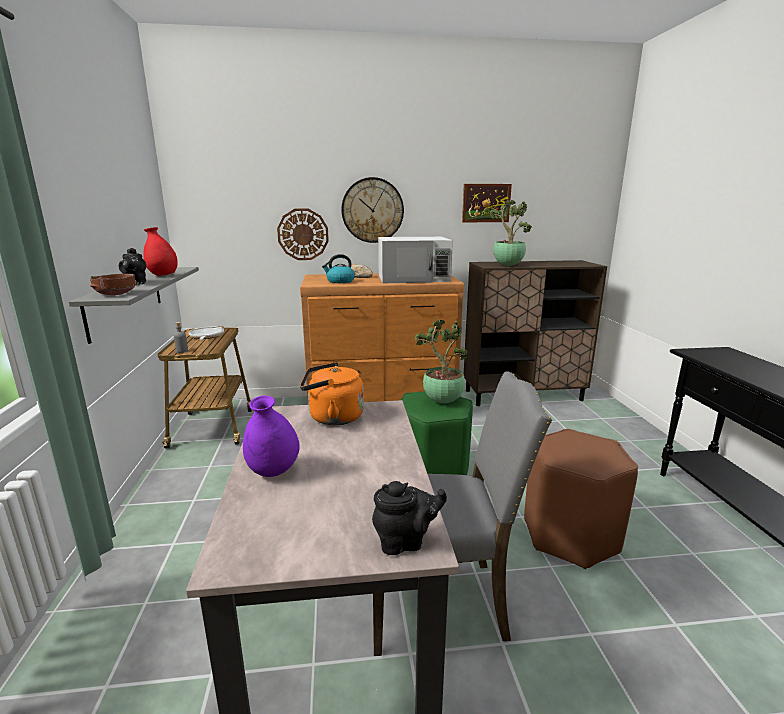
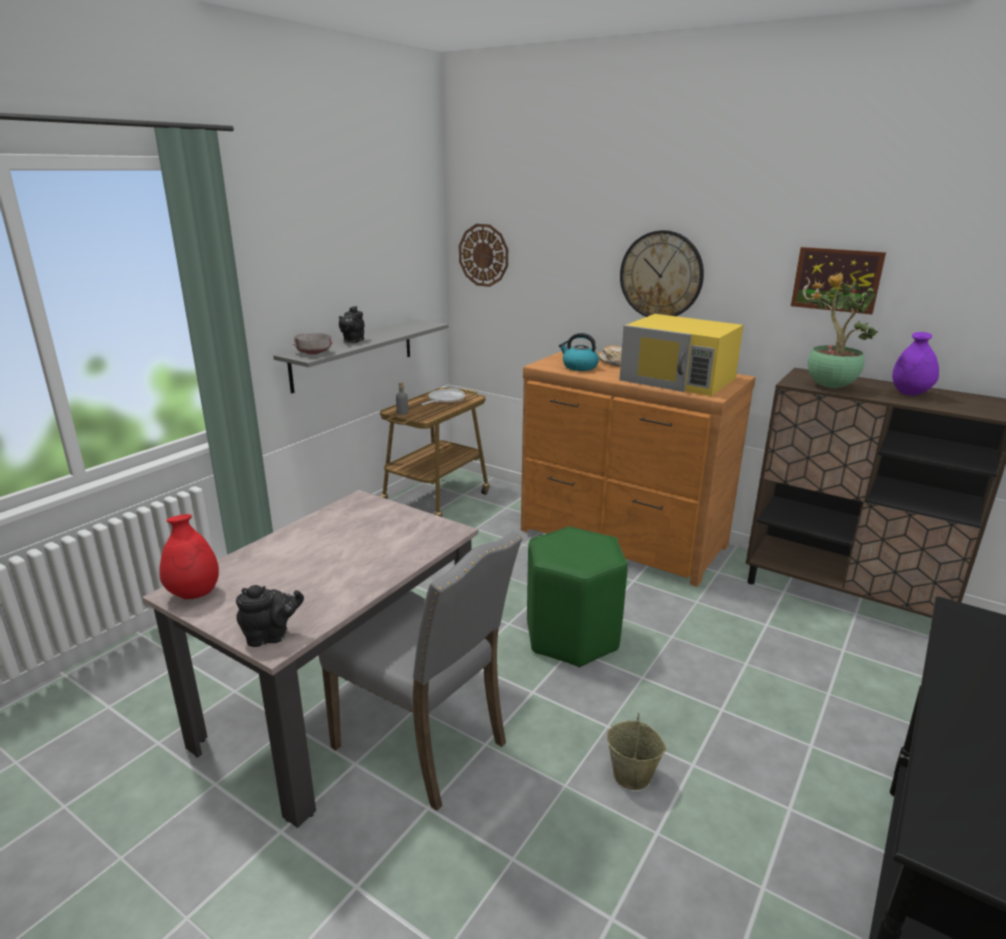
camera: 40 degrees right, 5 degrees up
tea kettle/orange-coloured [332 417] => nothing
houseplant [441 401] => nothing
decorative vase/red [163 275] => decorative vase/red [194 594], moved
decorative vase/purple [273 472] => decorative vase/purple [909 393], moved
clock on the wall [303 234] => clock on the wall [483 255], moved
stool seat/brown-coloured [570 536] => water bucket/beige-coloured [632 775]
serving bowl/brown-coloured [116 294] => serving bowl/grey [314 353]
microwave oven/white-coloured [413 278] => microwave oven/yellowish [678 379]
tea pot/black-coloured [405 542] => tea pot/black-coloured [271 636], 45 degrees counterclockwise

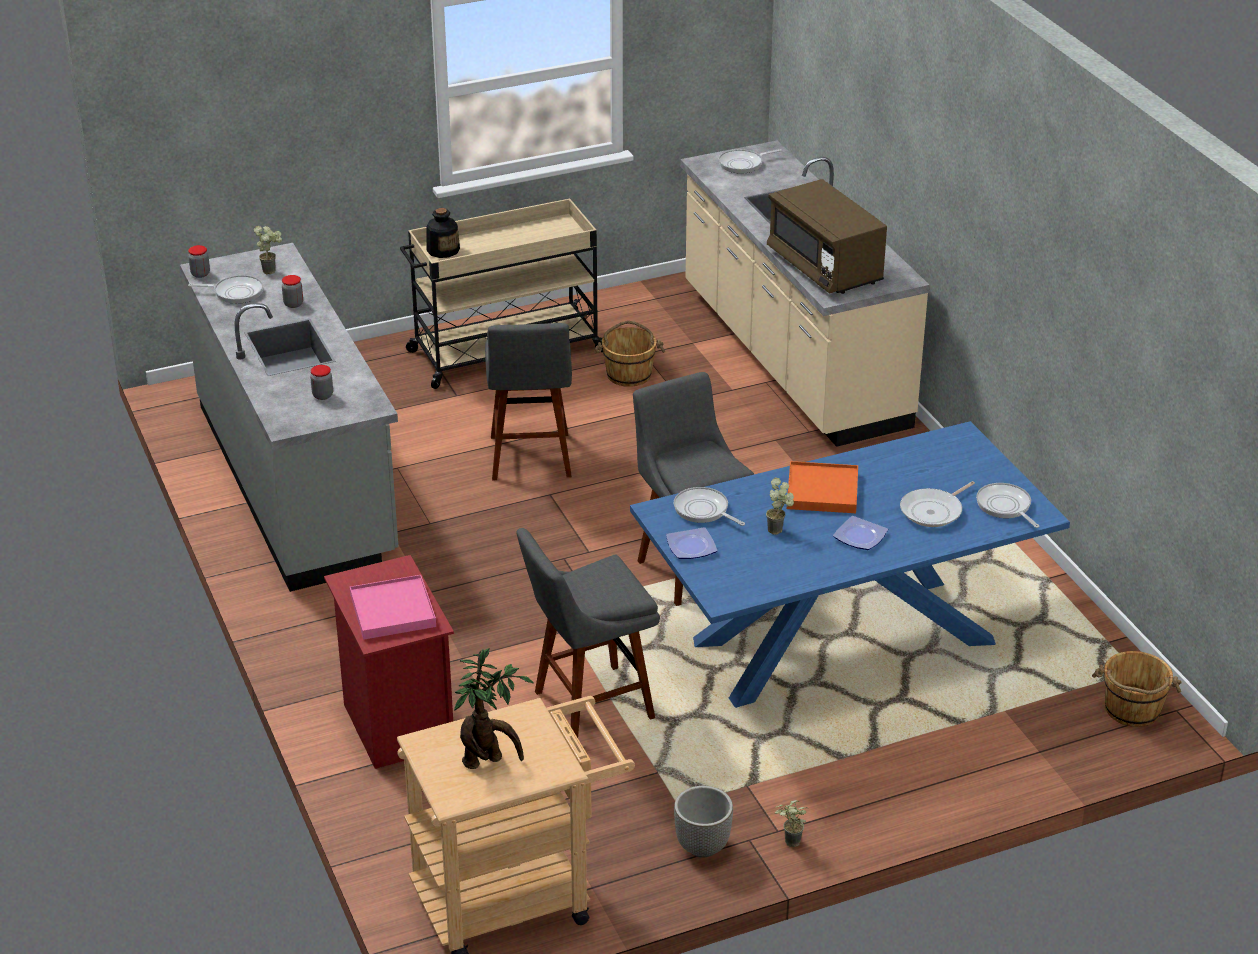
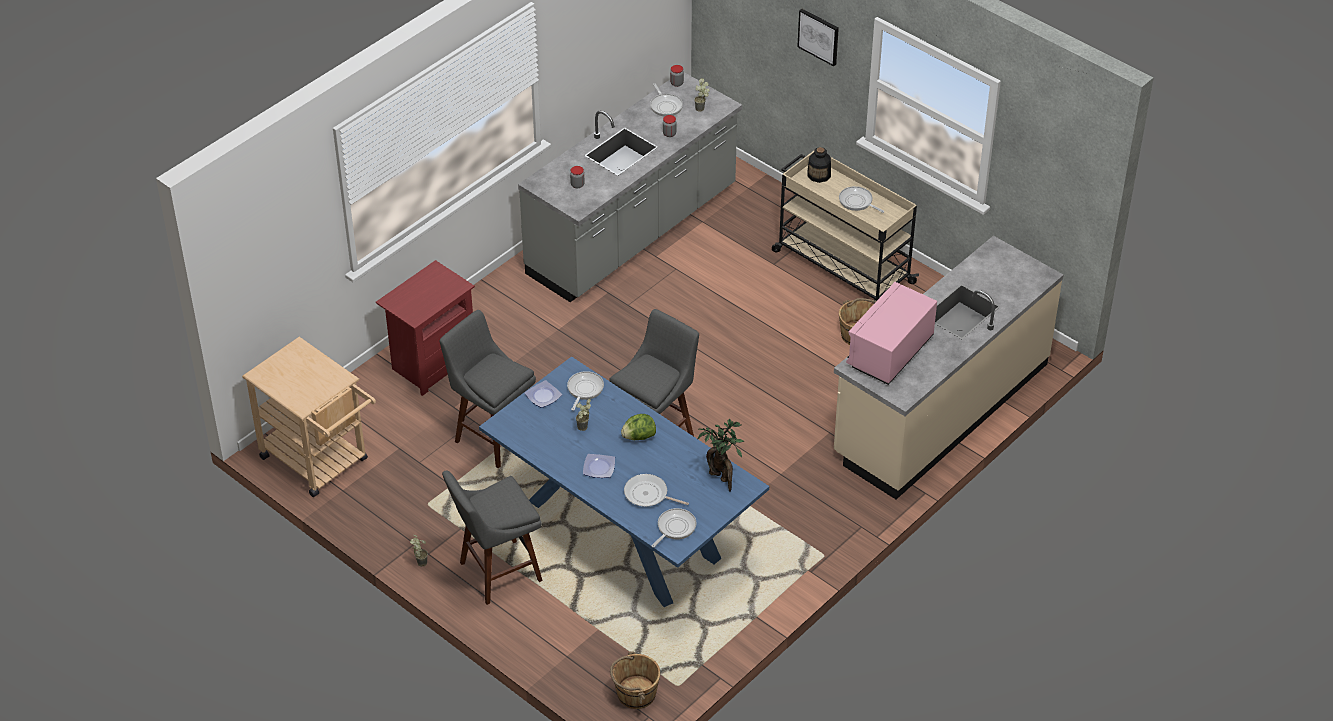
camera: 65 degrees right, 10 degrees up
serving tray/pinkish [392 611] => nothing
plant pot [703 847] => nothing
nothing => wall art [819 36]
houseplant [488 760] => houseplant [721 478], moved
stool seat/grey [530 460] => stool seat/grey [496 573], moved
pan [743 164] => pan [857 202], moved
serving tray/orange-coloured [822 491] => head of lettuce [639 437]
microwave oven/brown-coloured [824 267] => microwave oven/pinkish [890 352]

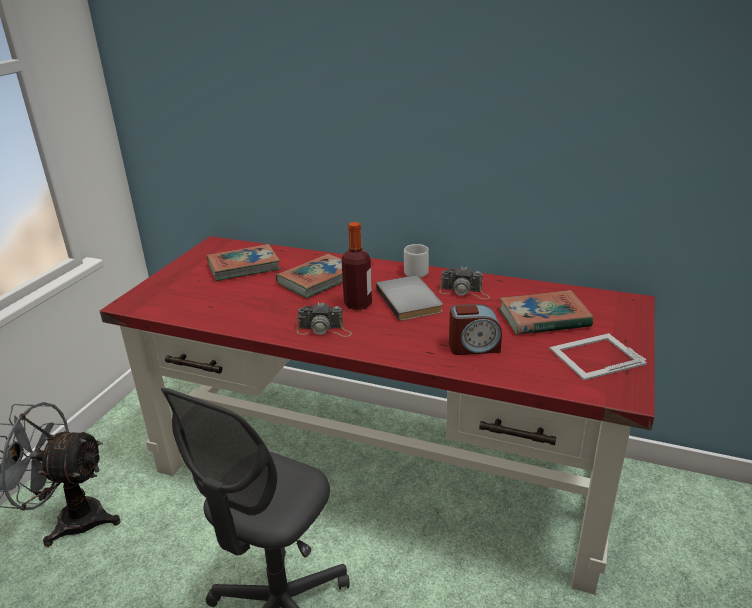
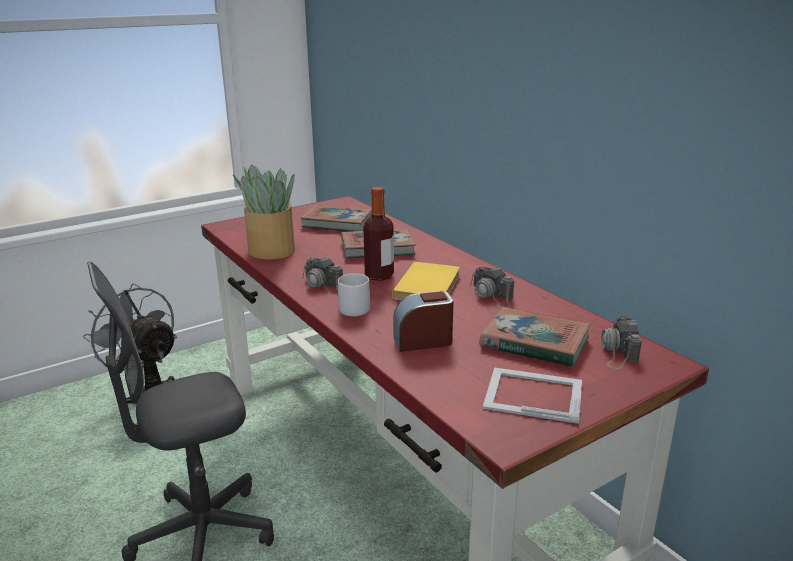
camera: 35 degrees right, 5 degrees down
nothing => houseplant [271 250]
nothing => still camera [617 351]
mug/grey [414 271] => mug/grey [354 308], moved
book/grey [411 300] => book/yellowish [430 286]
table clock [473 347] => table clock [423 341], 135 degrees clockwise

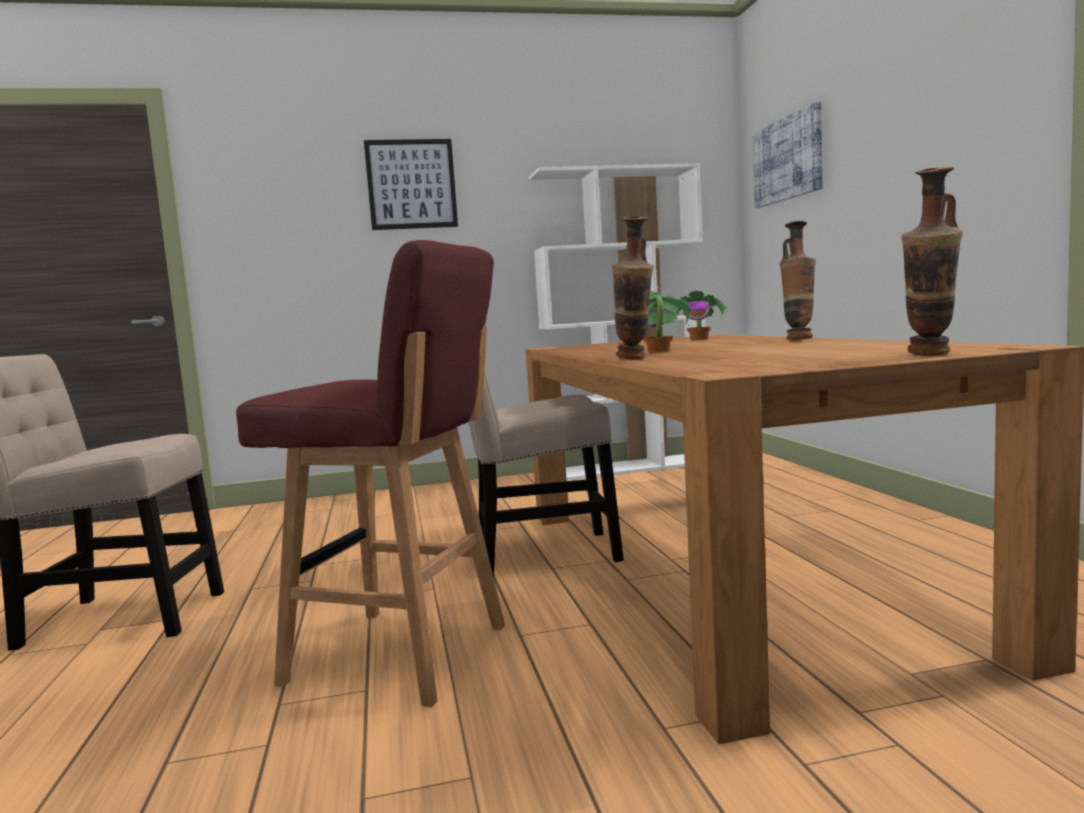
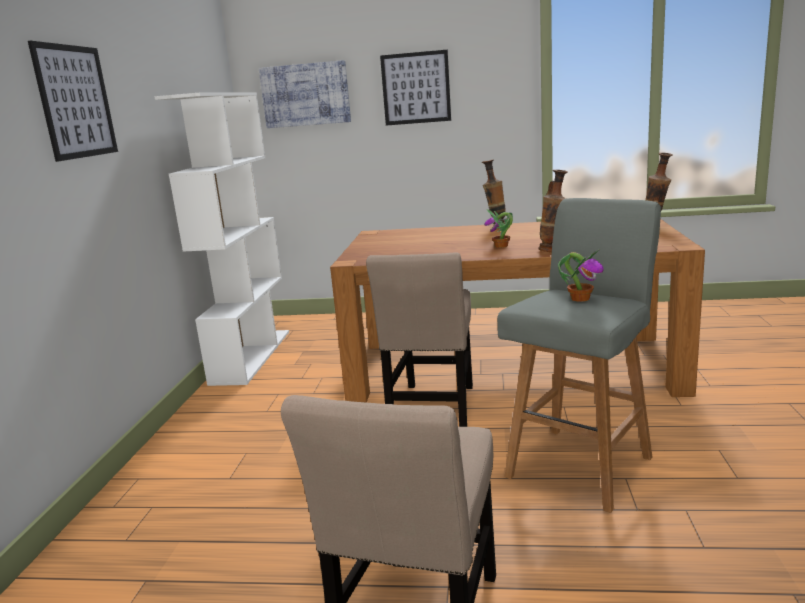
camera: 70 degrees left, 10 degrees up
nothing => wall art [416 88]
houseplant [700 339] => houseplant [580 298], moved
stool seat/red [402 655] => stool seat/grey [581 465]

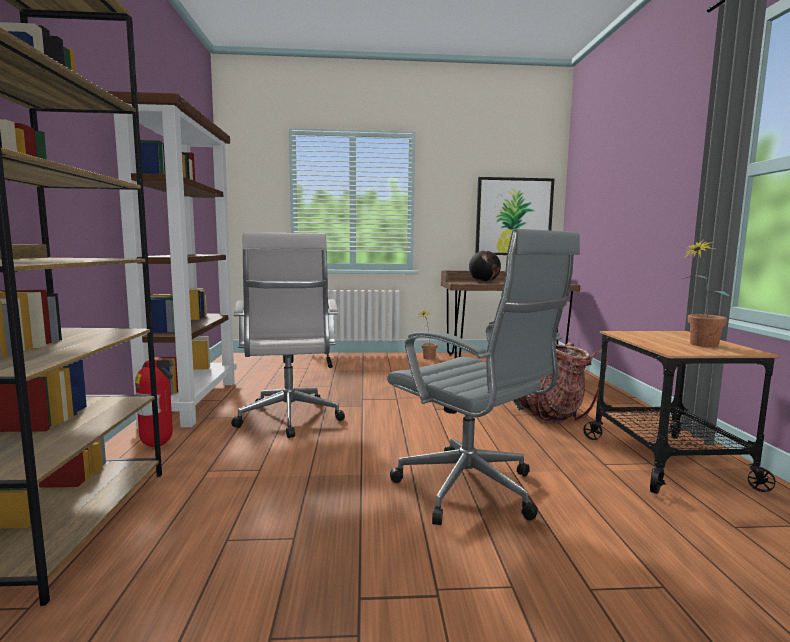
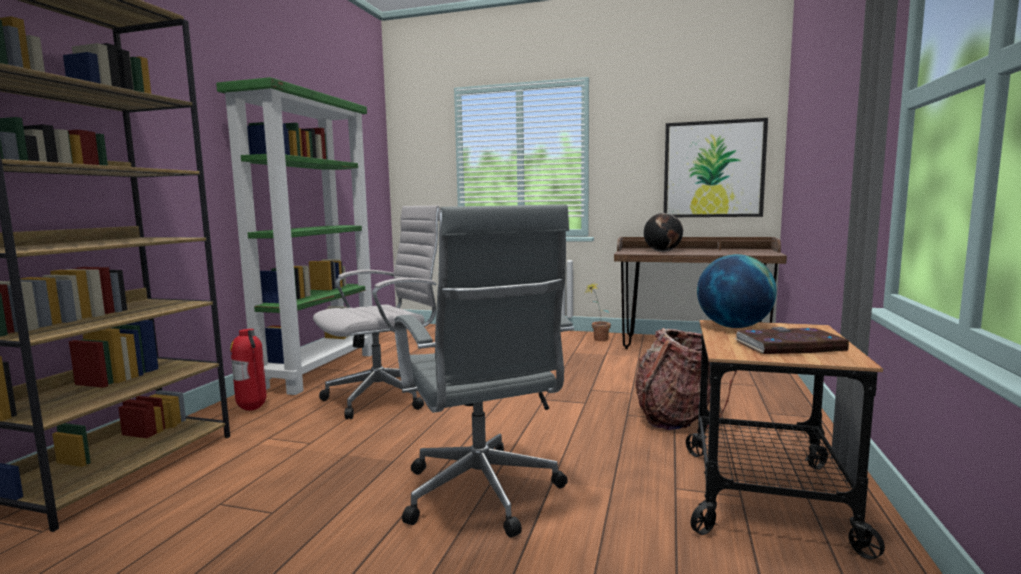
camera: 20 degrees right, 0 degrees up
nothing => desk globe [733 327]
houseplant [698 345] => book [789 346]
shelving unit/brown-coloured [191 401] => shelving unit/green-coloured [320 370]
desk chair/white-coloured [289 420] => desk chair/white-coloured [385 397], 135 degrees counterclockwise

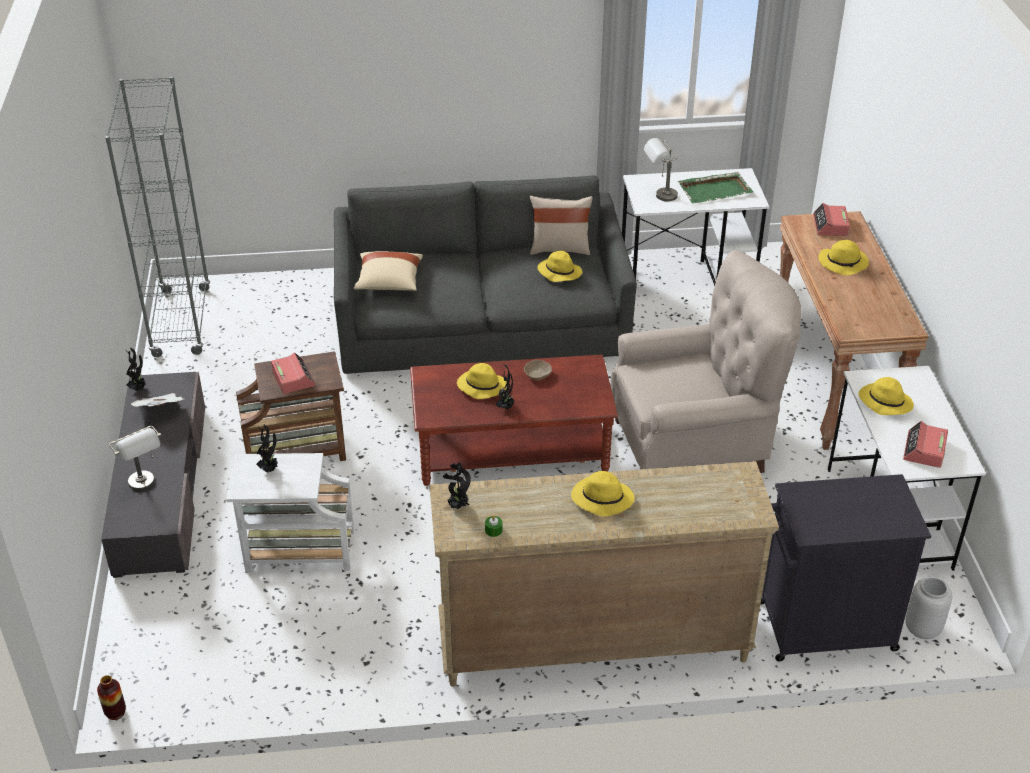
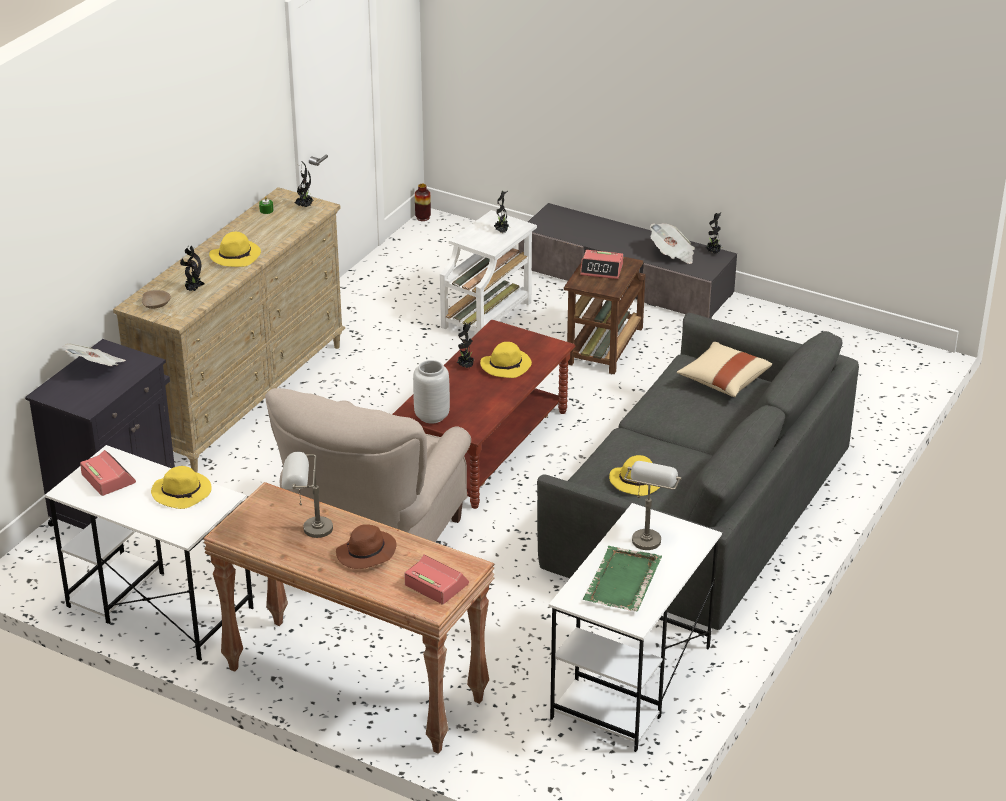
camera: 125 degrees right, 5 degrees down
shelving unit/grey [181 322] => nothing
pillow/beige-coloured [560 248] => nothing
nothing => printed paper [96 368]
nothing => houseplant [193 290]
table lamp/grey [146 486] => table lamp/grey [307 529], moved
serving bowl/beige-coloured [538 374] => serving bowl/beige-coloured [156 304], moved
decorative vase/grey [922 629] => decorative vase/grey [431 416], moved
wearable hat/yellowish [843 263] => wearable hat/brown-coloured [366 554]

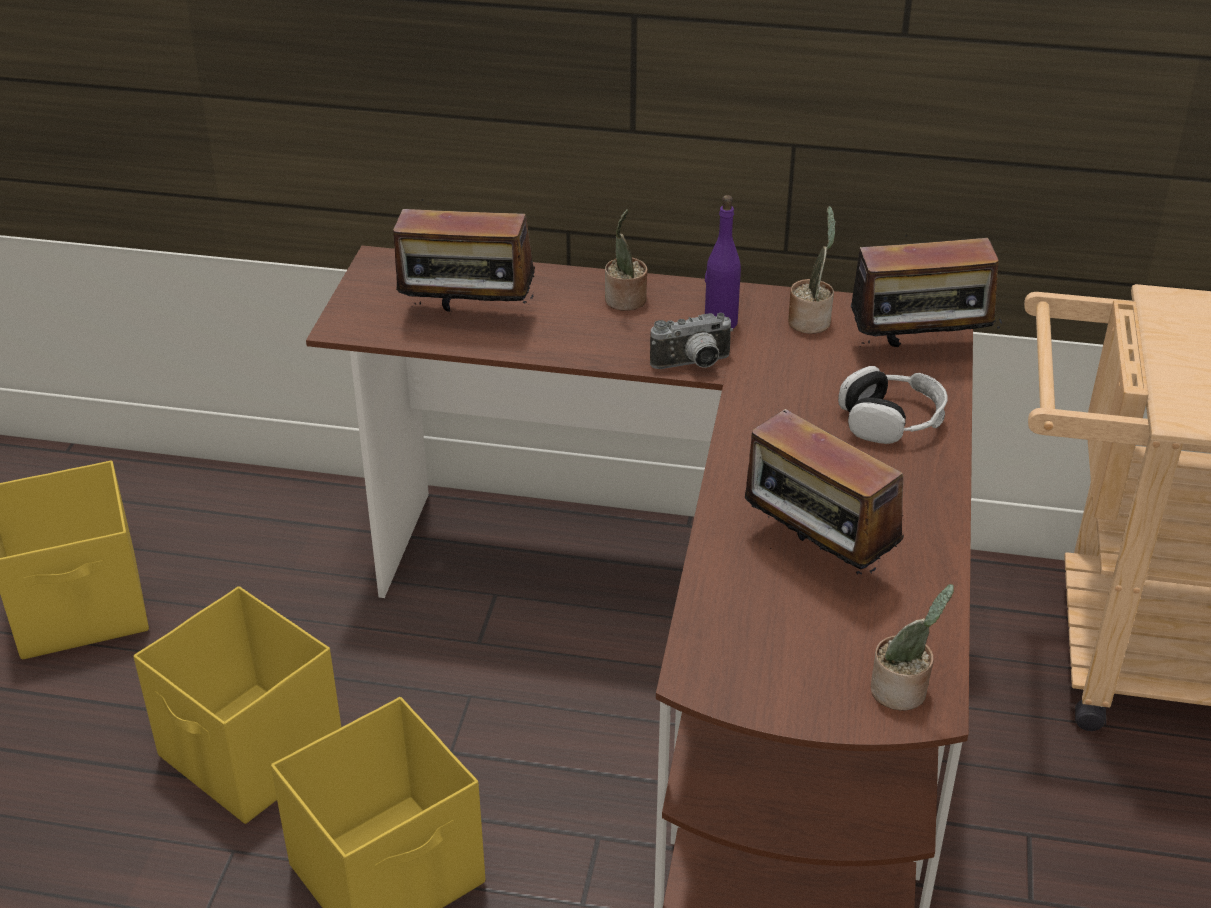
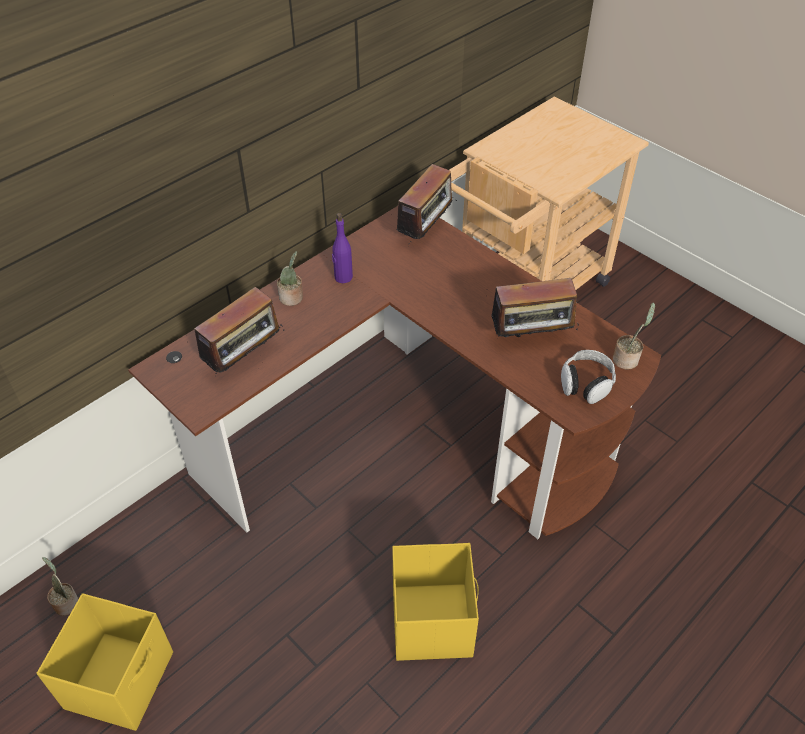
camera: 55 degrees left, 10 degrees up
storage bin/yellowish [252 755] => nothing
still camera [693 365] => nothing
houseplant [810 320] => houseplant [66 602], moved
headphones [891 420] => headphones [586 383], moved

